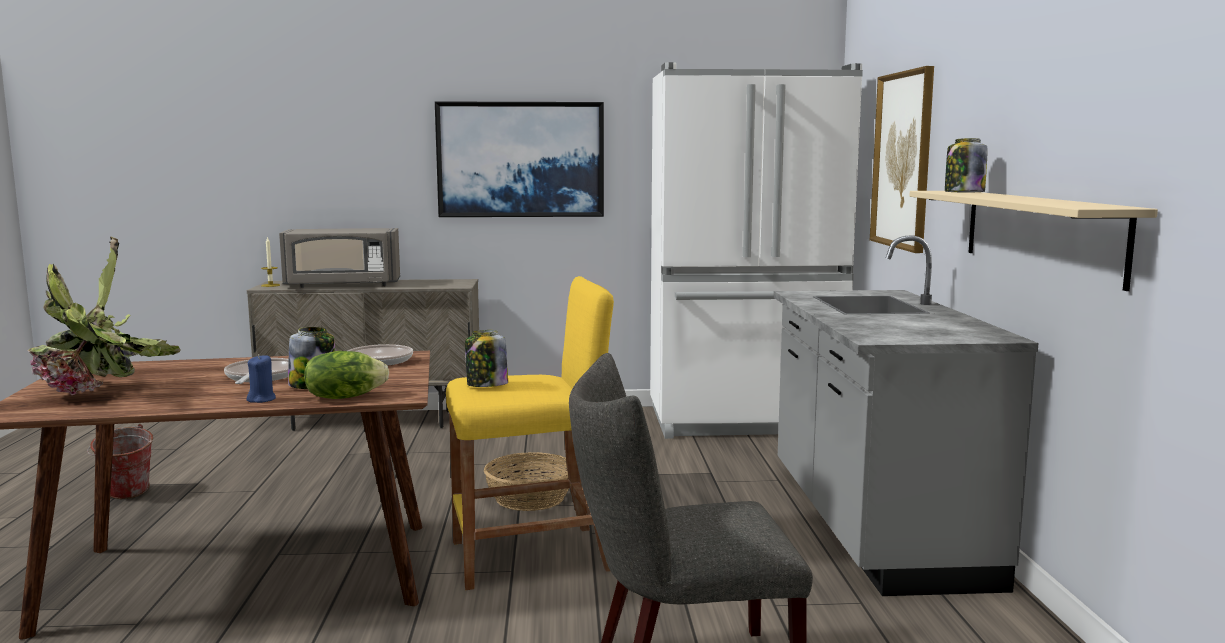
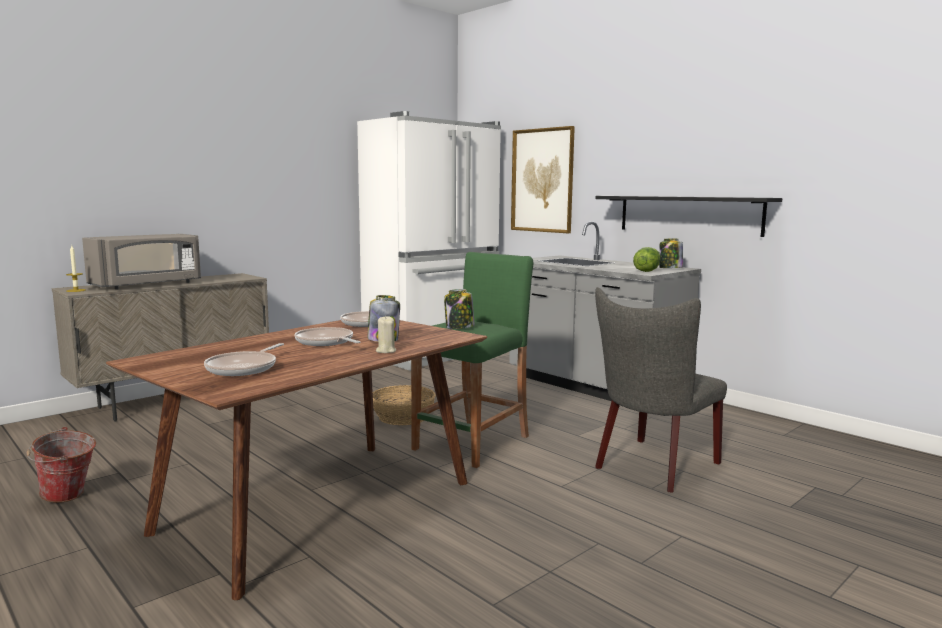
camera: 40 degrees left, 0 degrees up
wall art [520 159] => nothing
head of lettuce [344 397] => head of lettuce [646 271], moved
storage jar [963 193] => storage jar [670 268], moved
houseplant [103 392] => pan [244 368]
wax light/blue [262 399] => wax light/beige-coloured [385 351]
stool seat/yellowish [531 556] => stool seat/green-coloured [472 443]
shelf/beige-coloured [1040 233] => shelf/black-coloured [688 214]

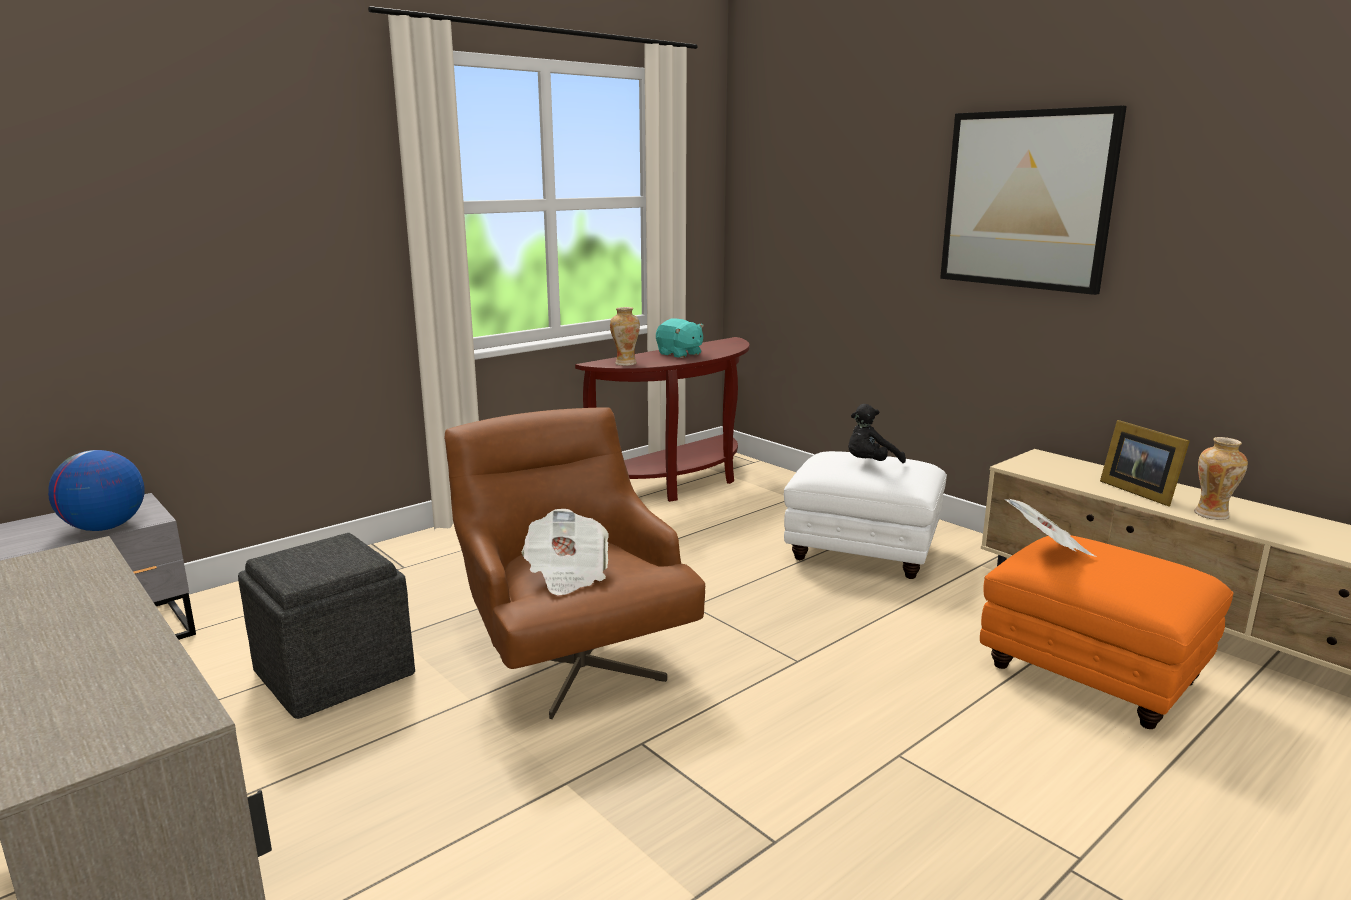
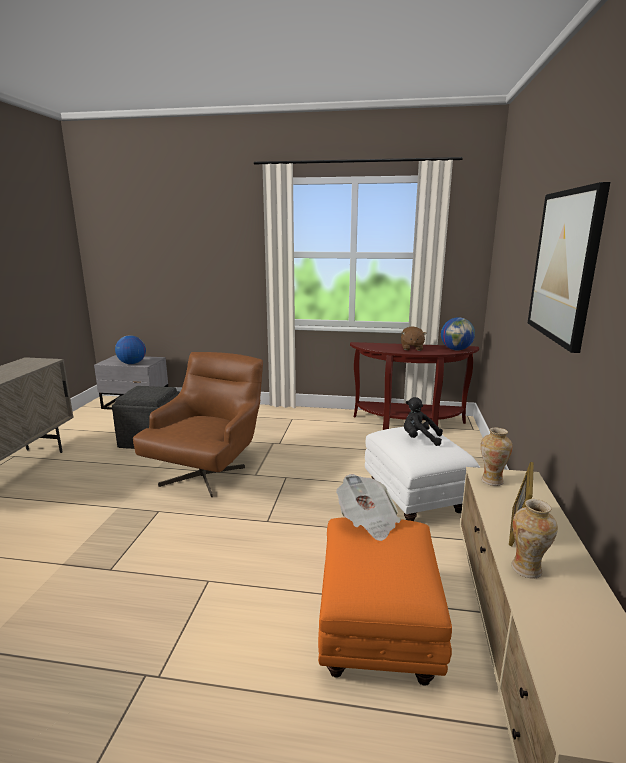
camera: 50 degrees right, 0 degrees up
printed paper [567 574] => nothing
nothing => desk globe [456 349]
decorative vase [625 363] => decorative vase [492 480], moved
cuddly toy/blue-green [679 354] => cuddly toy/brown-coloured [411 348]

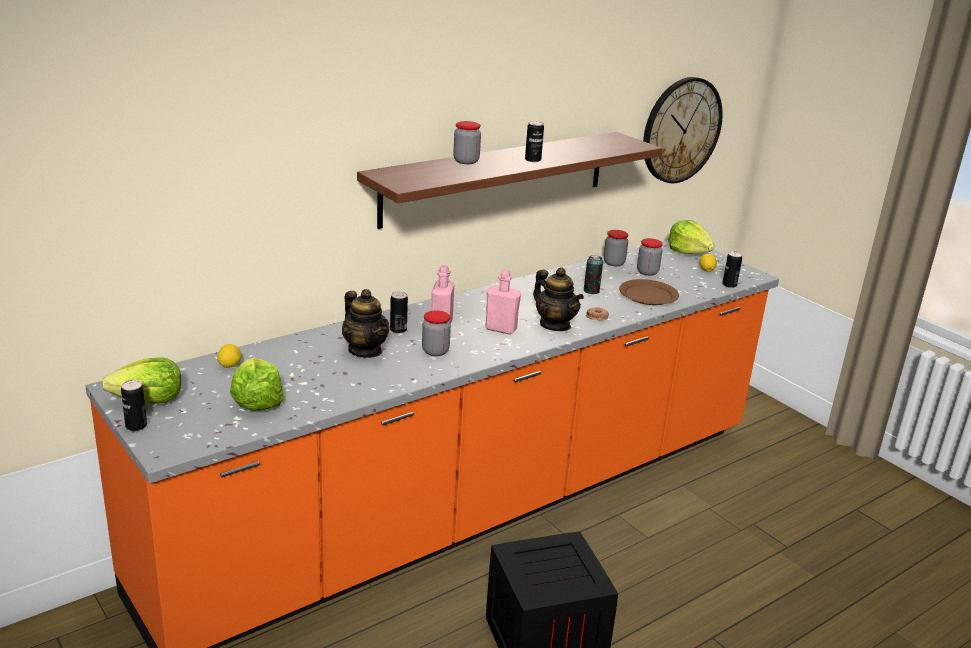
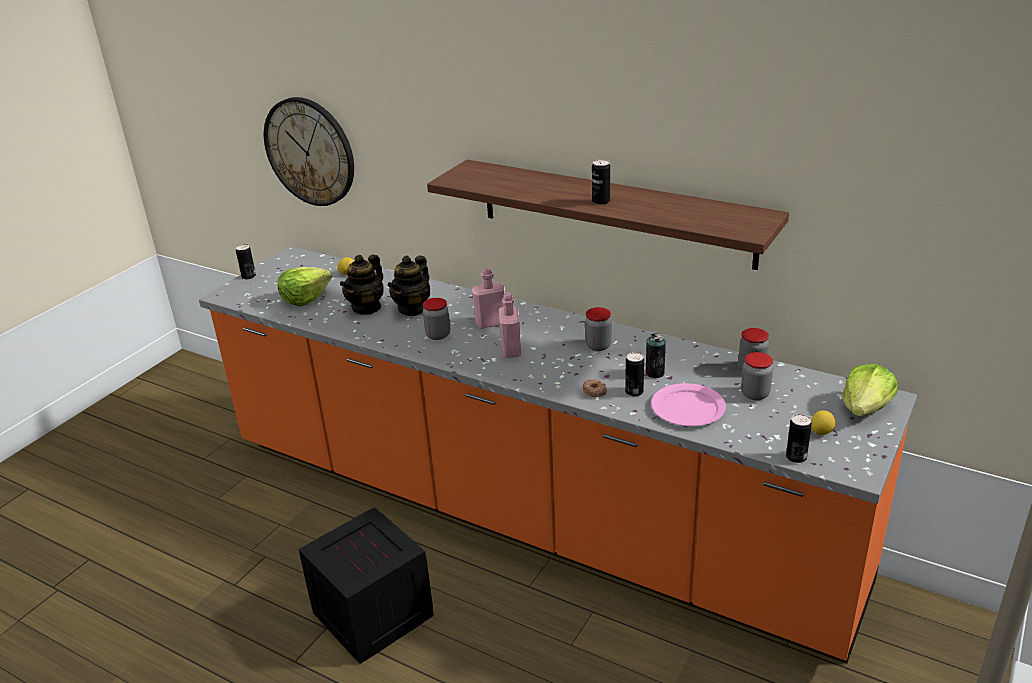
camera: 70 degrees right, 5 degrees up
head of lettuce [148 400] => nothing
metal can [398 330] => metal can [634 392], moved
storage jar [466 161] => storage jar [598 346], moved
tea pot [555 325] => tea pot [366 307], moved
clock on the wall [681 130] => clock on the wall [310 151], moved
plate/brown-coloured [648 295] => plate/pinkish [688 408]

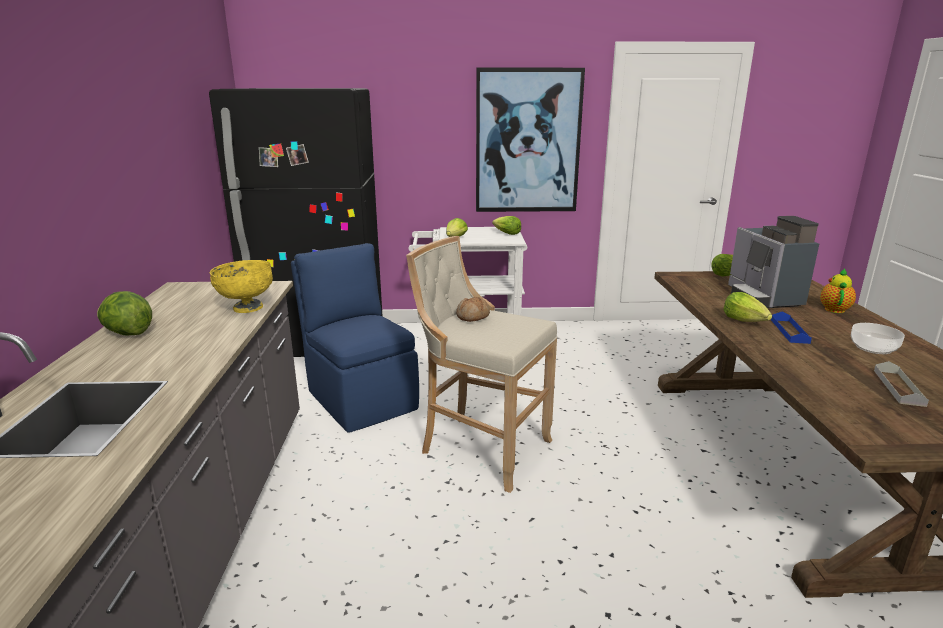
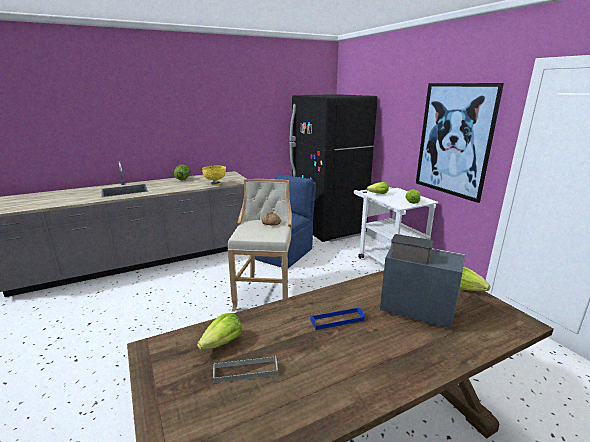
camera: 65 degrees right, 0 degrees up
tea pot [834 309] => nothing
serving bowl [873 348] => nothing
head of lettuce [745 320] => head of lettuce [222 343], moved
coffee machine [762 298] => coffee machine [414 307], 60 degrees clockwise

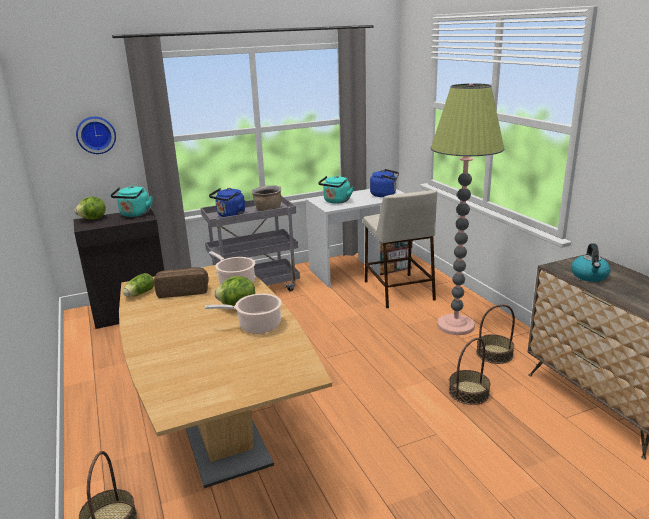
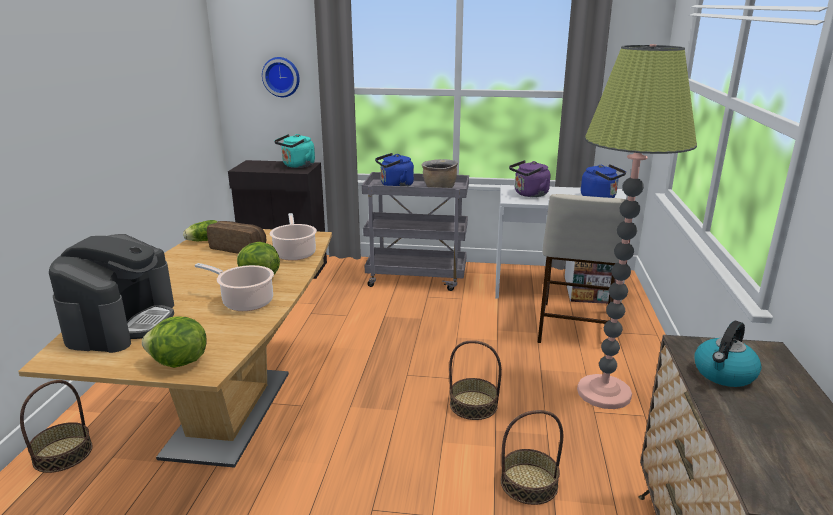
camera: 30 degrees right, 0 degrees up
nothing => coffee machine [122 323]
head of lettuce [93 219] => head of lettuce [178 363], moved
basket [494 354] => basket [473 405], moved
tea kettle/blue-green [336 201] => tea kettle/purple [529 194]

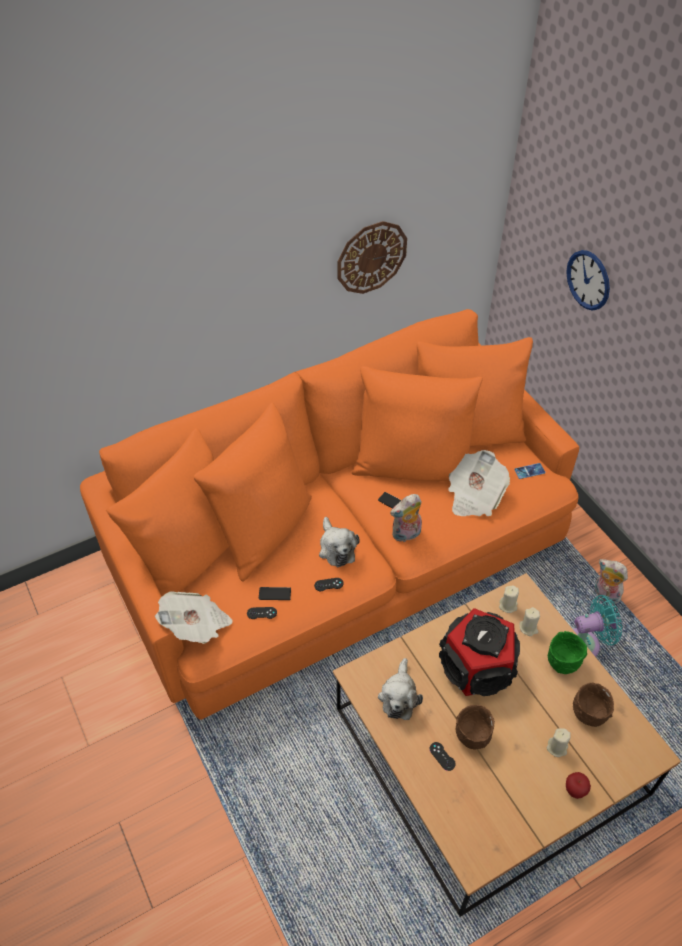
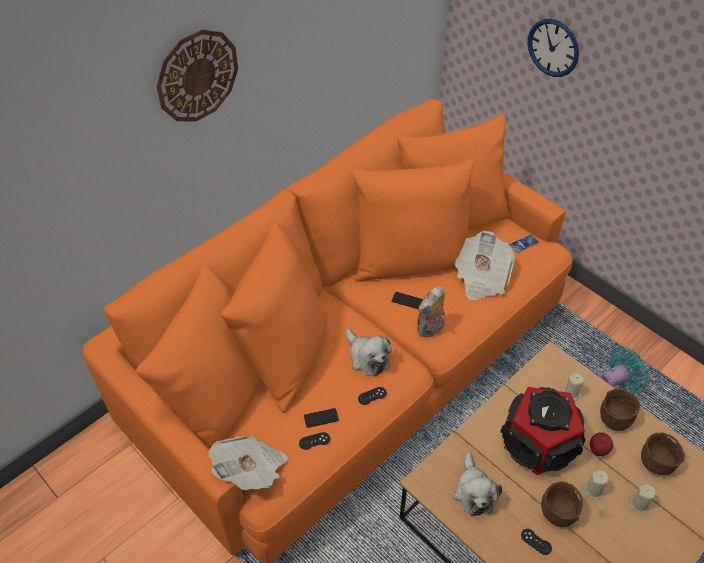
camera: 15 degrees left, 0 degrees up
cuddly toy [604 594] => nothing
clock on the wall [371 257] => clock on the wall [197 76], moved
wax light/beige-coloured [508 605] => wax light/beige-coloured [593 490], moved
apple fruit [574 790] => apple fruit [598 450], moved
serving bowl/green-coloured [563 662] => serving bowl/brown-coloured [614 420]

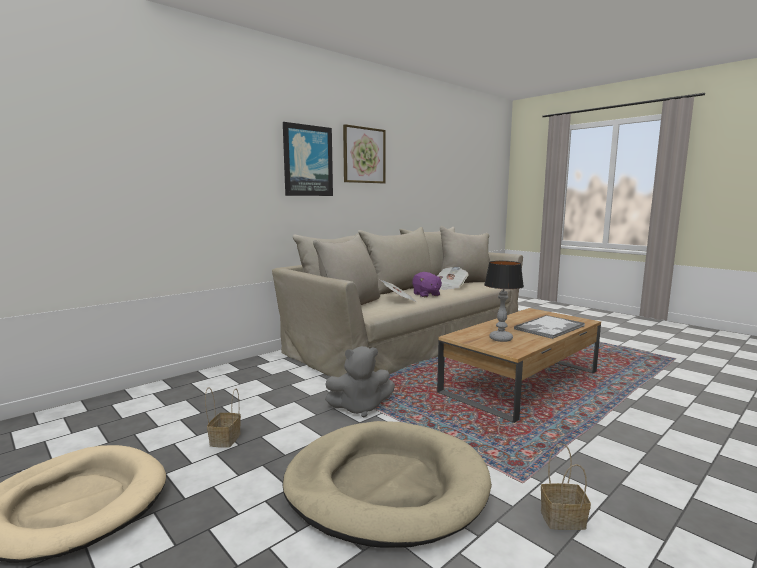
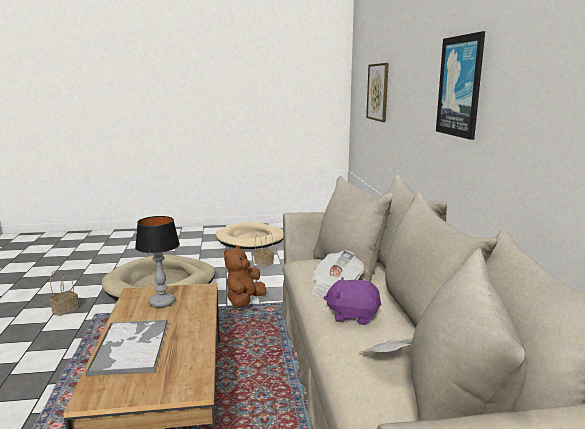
camera: 125 degrees right, 5 degrees up
wall art [364 155] => wall art [378 92], moved
cuddly toy/grey [360 408] => cuddly toy/brown-coloured [244 302]

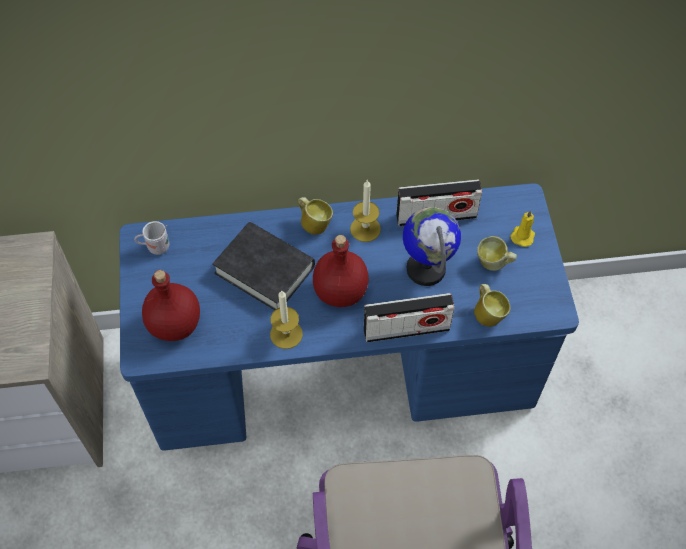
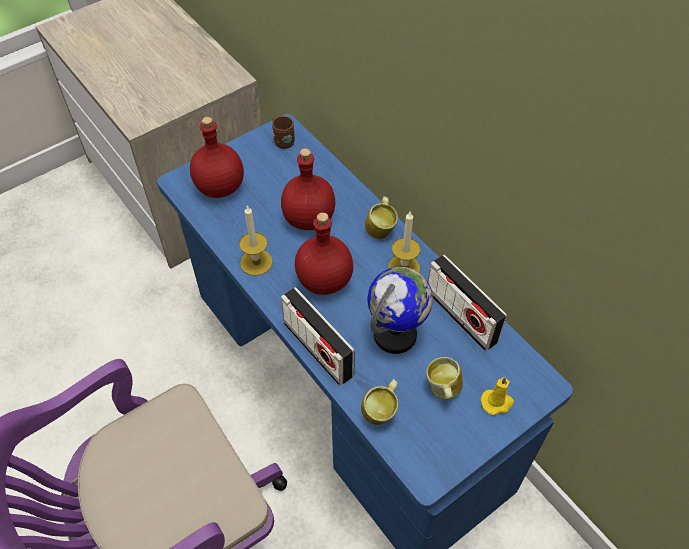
camera: 60 degrees right, 5 degrees down
book/black-coloured [264 270] => bottle/red [309 218]
mug/white-coloured [155 247] => mug/brown-coloured [282 141]

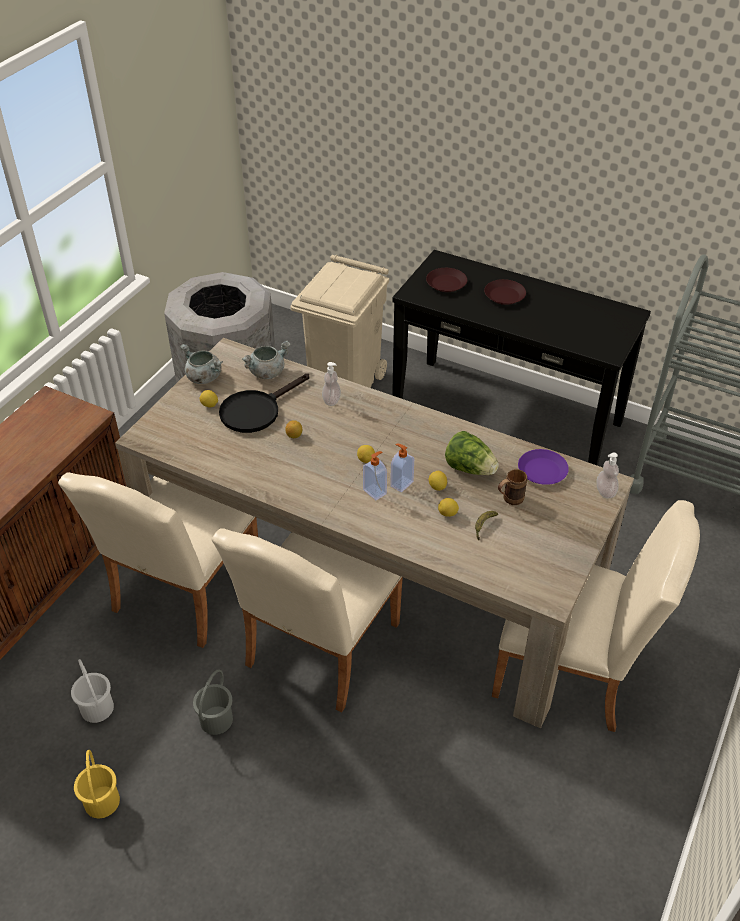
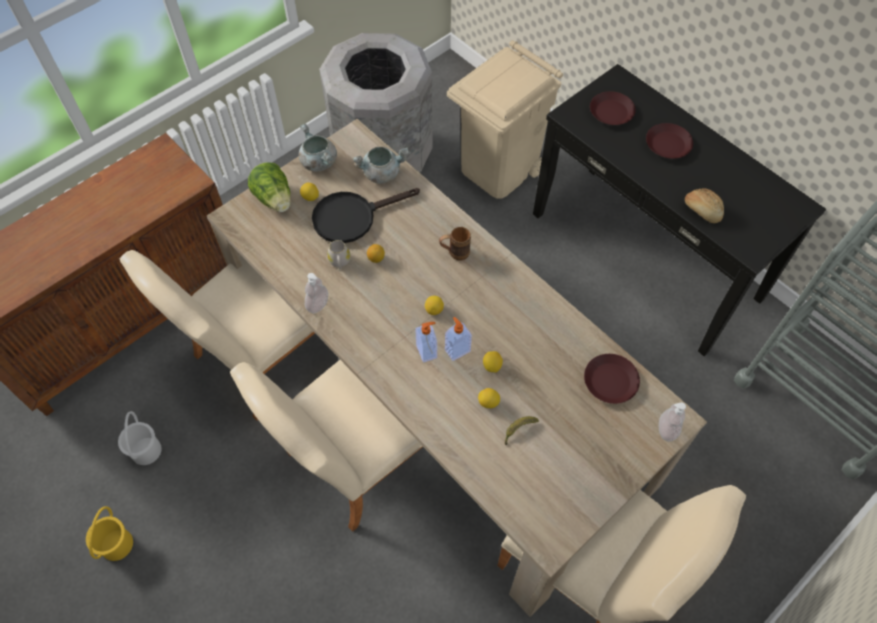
camera: 20 degrees right, 15 degrees up
water bucket/grey [217 720] => nothing
nothing => mug/white-coloured [339 262]
nothing => bread [702 210]
soap bottle [331 400] => soap bottle [317 304], moved
head of lettuce [470 468] => head of lettuce [274 199], moved
mug/brown-coloured [509 500] => mug/brown-coloured [454 253], moved
plate/purple [542 471] => plate/brown-coloured [610 382]

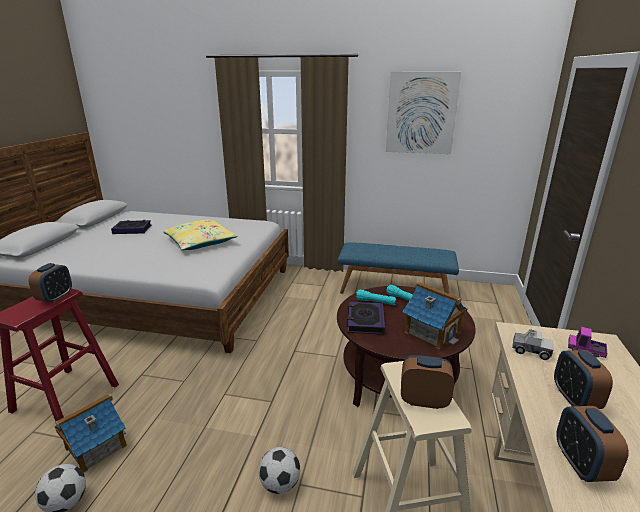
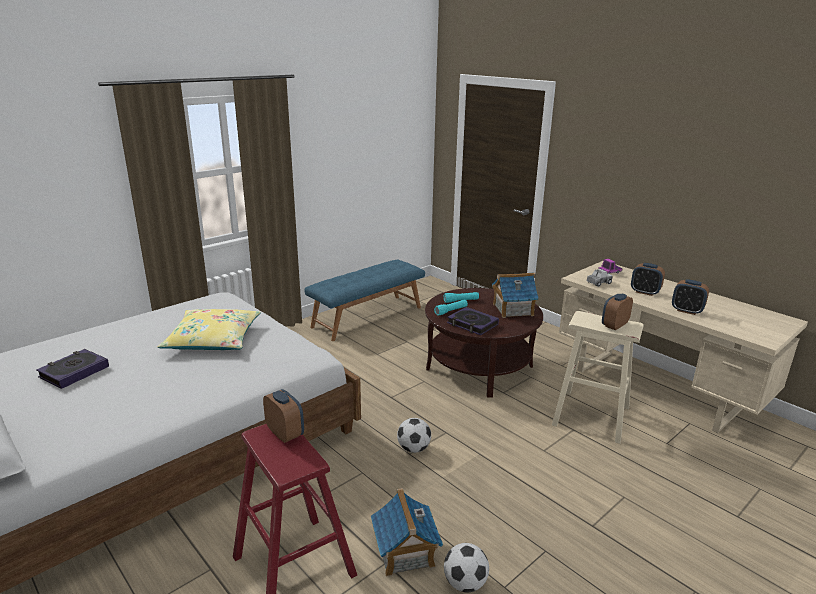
camera: 55 degrees left, 0 degrees up
wall art [421 113] => nothing
ball for football [280 484] => ball for football [413 448], moved

